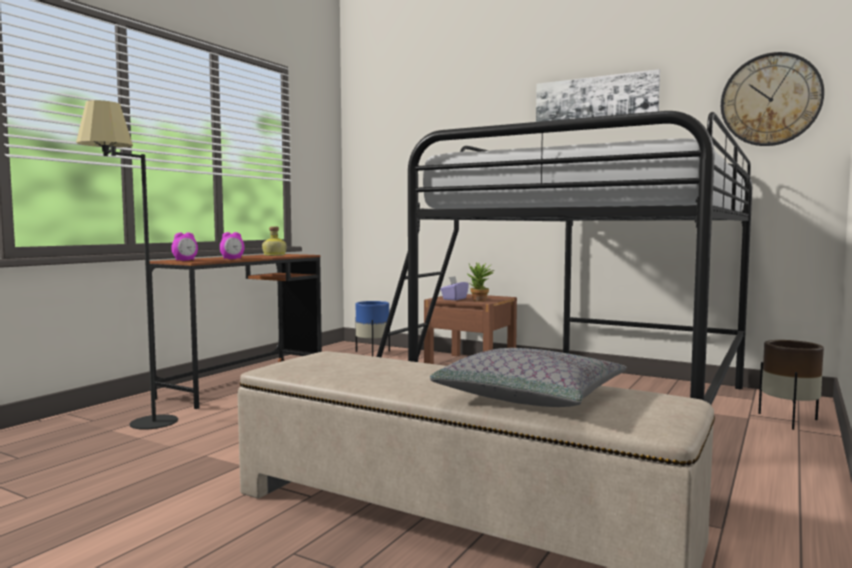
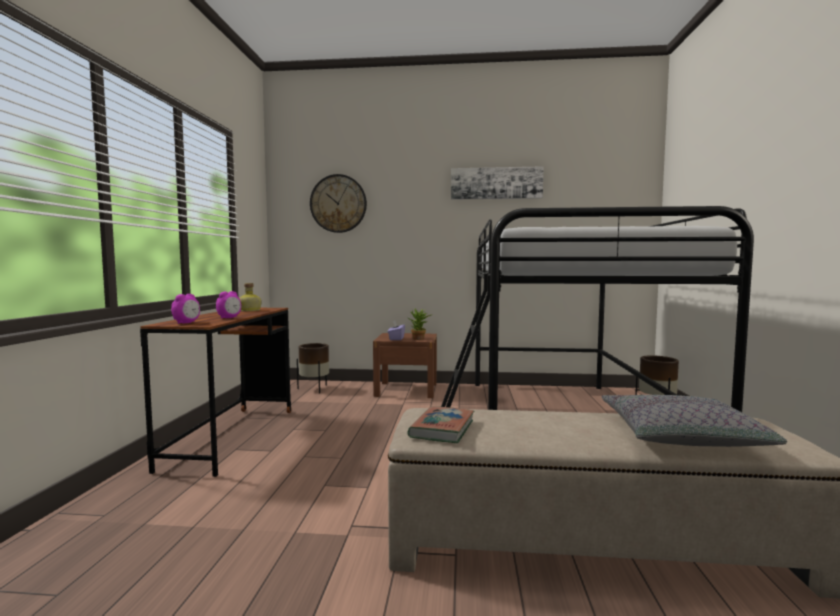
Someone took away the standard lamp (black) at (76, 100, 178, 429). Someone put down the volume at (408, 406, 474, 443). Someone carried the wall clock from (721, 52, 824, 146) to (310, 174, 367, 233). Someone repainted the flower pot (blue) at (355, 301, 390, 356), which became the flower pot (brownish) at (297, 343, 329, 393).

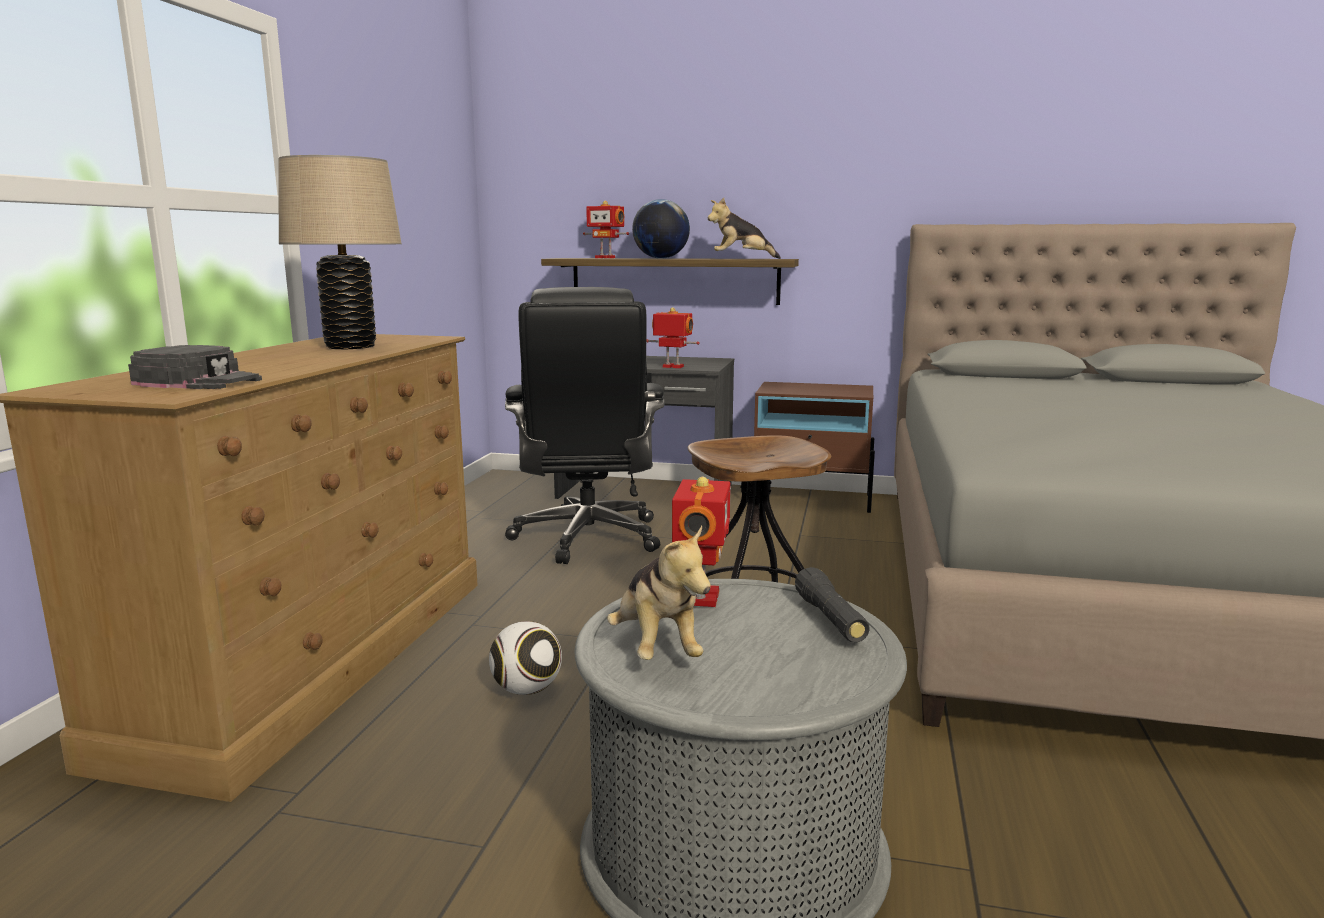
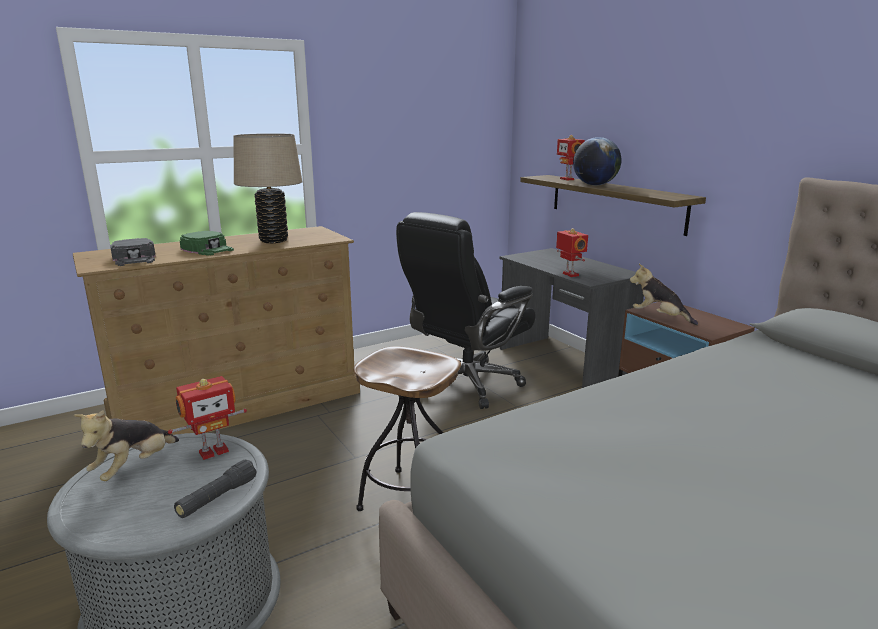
Someone took away the football at (489, 621, 562, 695). Someone put down the peaked cap (green-coloured) at (180, 231, 234, 256). Someone carried the cuddly toy from (708, 198, 781, 259) to (630, 264, 698, 325).

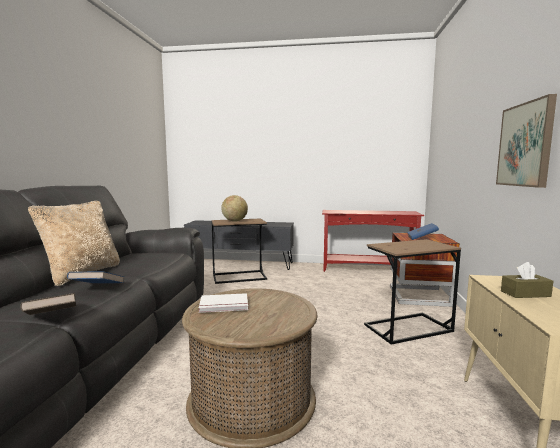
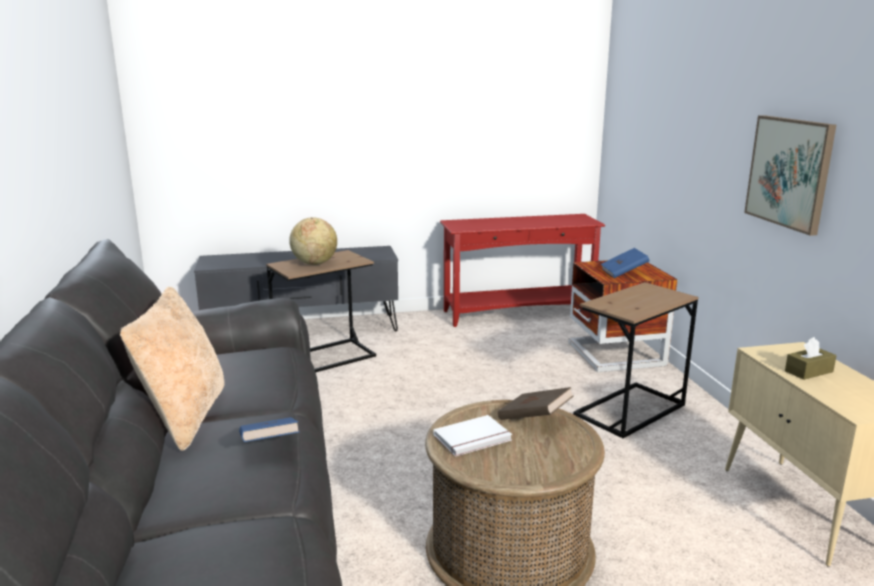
Someone carried the volume (brownish) from (20, 293, 76, 315) to (498, 387, 574, 420).

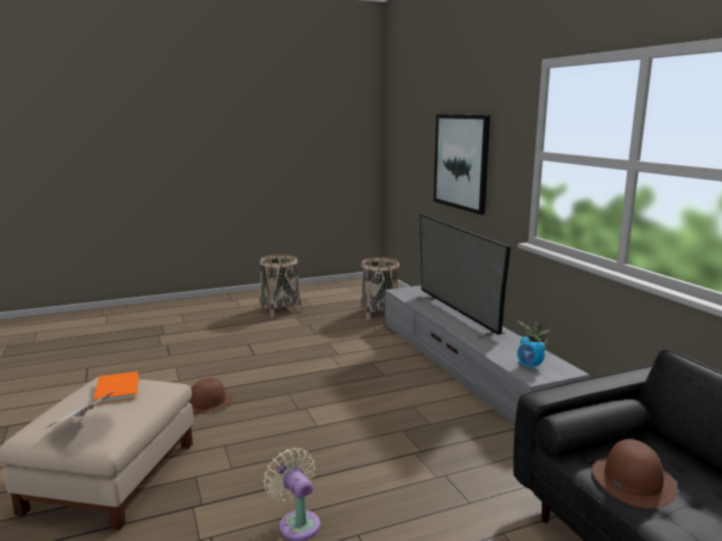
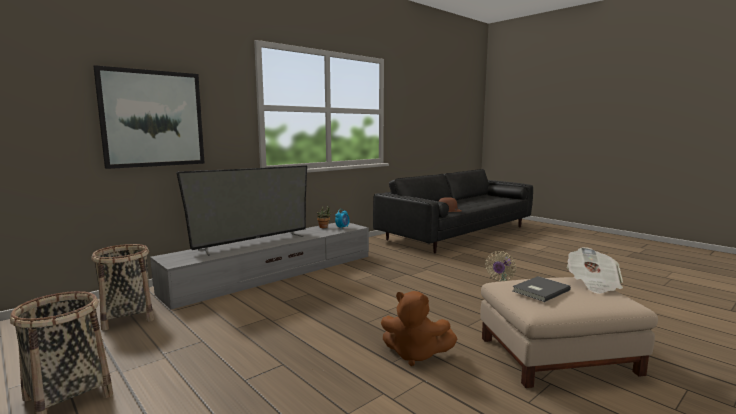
Someone swapped the wearable hat (brownish) at (189, 378, 233, 414) for the cuddly toy (brownish) at (381, 291, 457, 366). Someone repainted the volume (orange-coloured) at (93, 371, 139, 405), which became the volume (gray) at (512, 276, 571, 302).

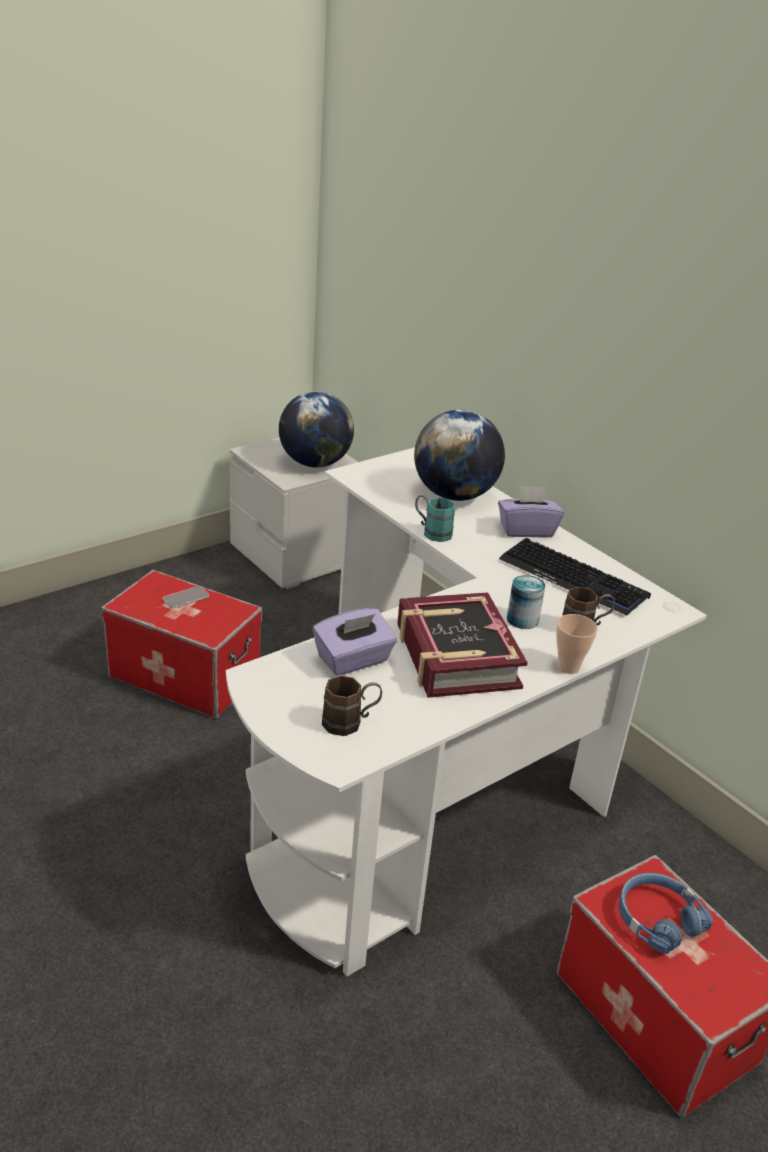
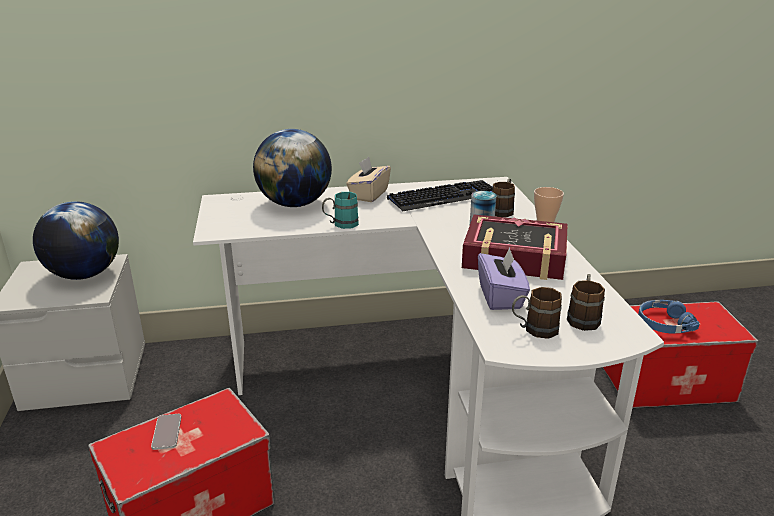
Someone put down the coffee mug (brownish) at (512, 287, 562, 339). Someone repainted the tissue box (purplish) at (498, 486, 564, 538), which became the tissue box (beige) at (346, 157, 391, 202).

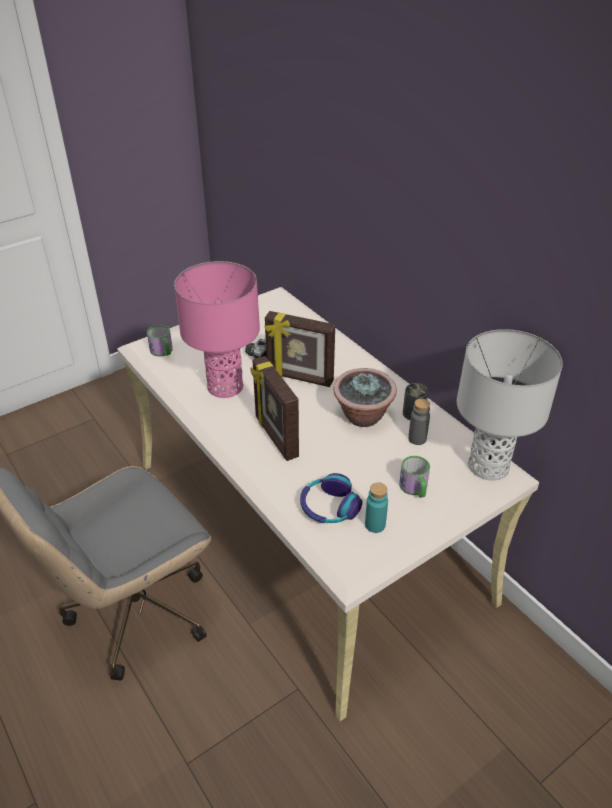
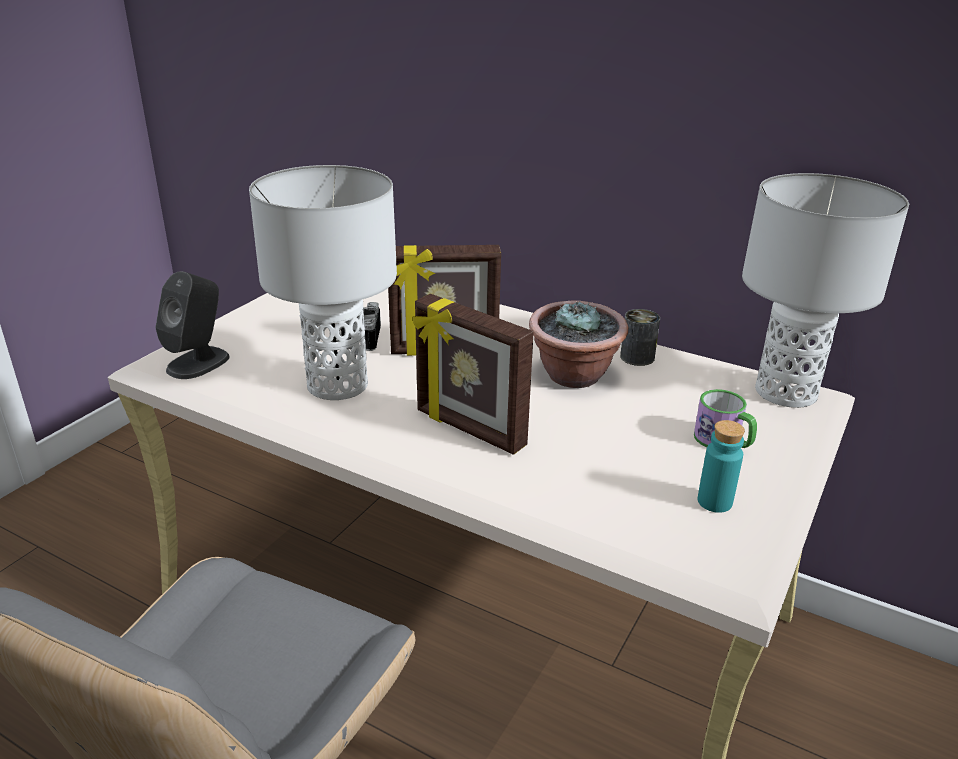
Someone took away the headphones at (300, 473, 363, 523). Someone took away the beverage bottle (gray) at (408, 398, 430, 445). Someone swapped the coffee mug at (147, 325, 173, 356) for the loudspeaker (gray) at (155, 271, 230, 379). Someone repainted the tabletop lamp (pinkish) at (174, 261, 260, 398), which became the tabletop lamp (white-coloured) at (249, 165, 397, 400).

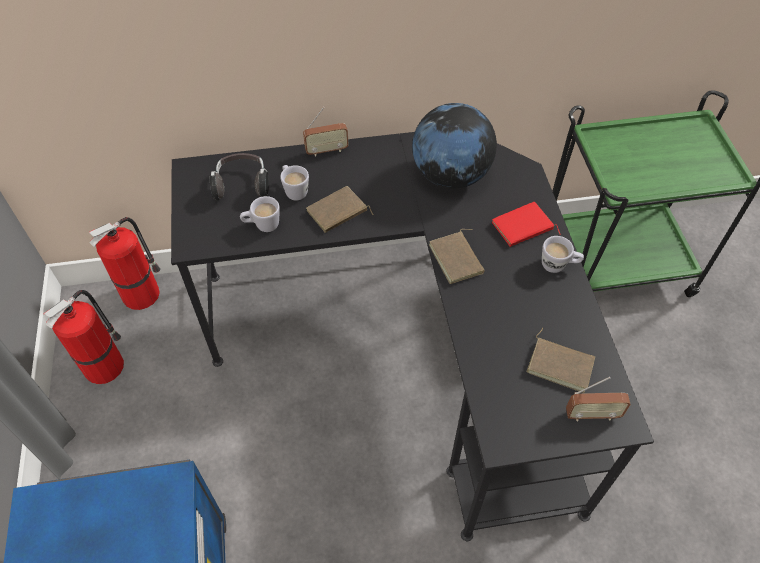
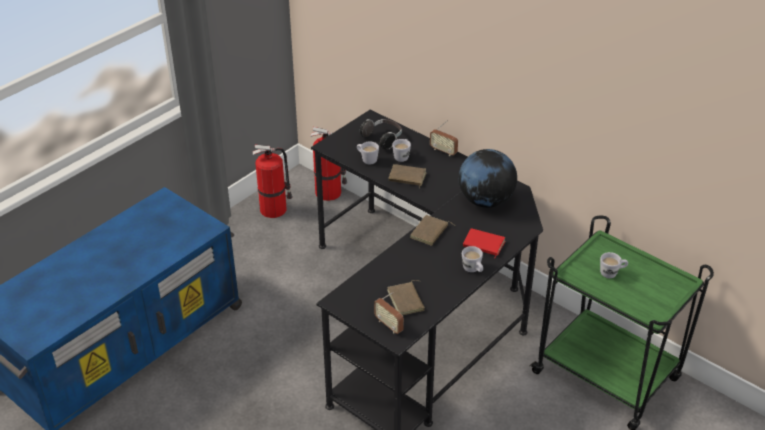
Someone put down the coffee mug (white-coloured) at (600, 252, 628, 278).

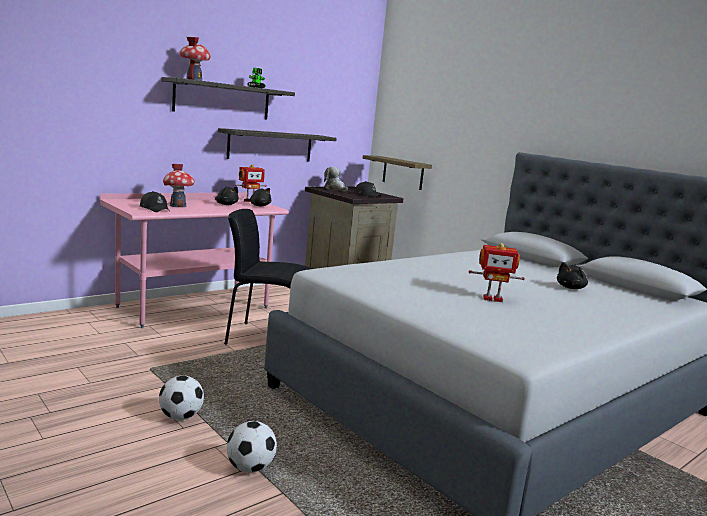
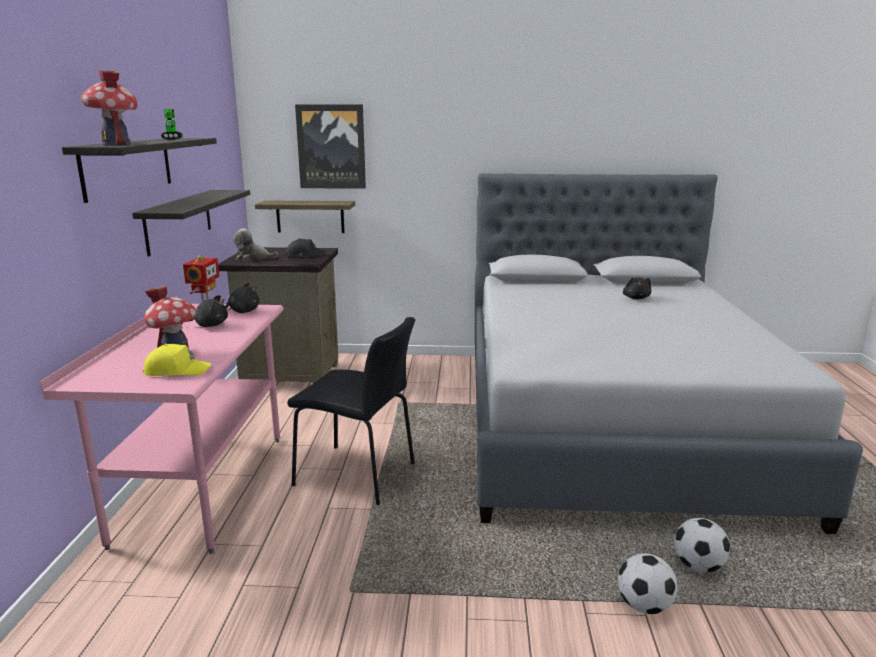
Someone took away the robot figure at (469, 243, 525, 302). Someone put up the wall picture at (295, 104, 366, 189). Someone carried the football from (159, 375, 204, 420) to (674, 518, 730, 572). Someone repainted the peaked cap (black) at (140, 191, 170, 212), which became the peaked cap (yellow) at (143, 344, 212, 376). Someone rotated the plain chair (black) at (224, 209, 314, 345) by 120 degrees counterclockwise.

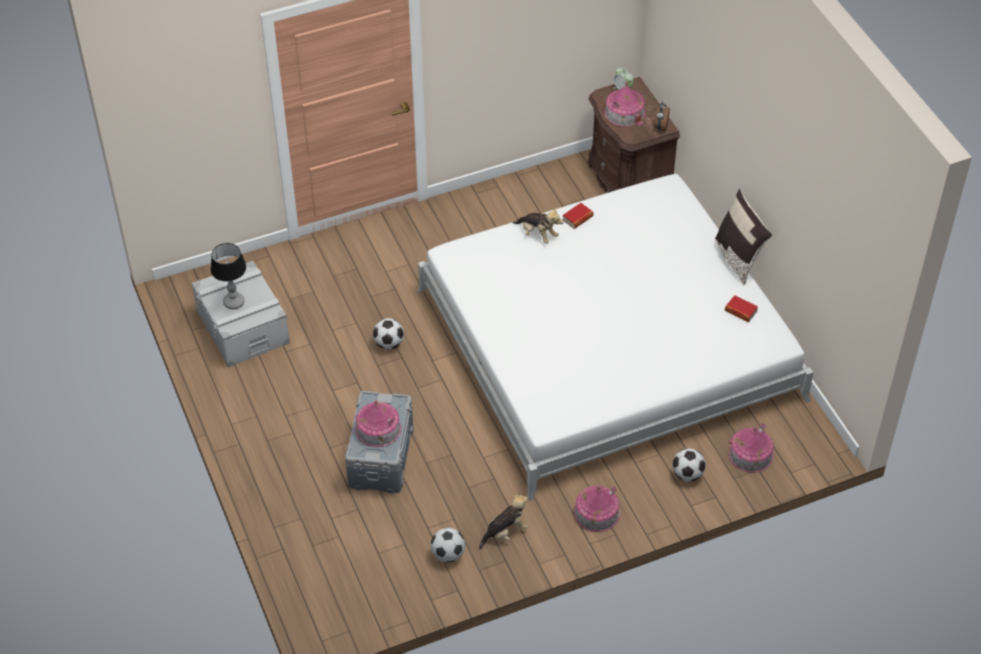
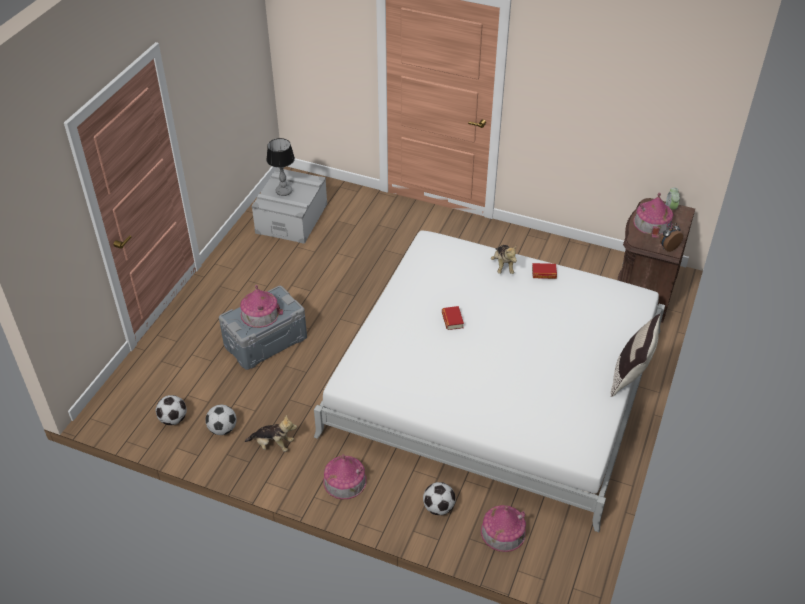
Someone carried the football from (373, 318, 404, 350) to (156, 395, 187, 425). Someone carried the volume from (725, 295, 758, 322) to (442, 306, 464, 330).

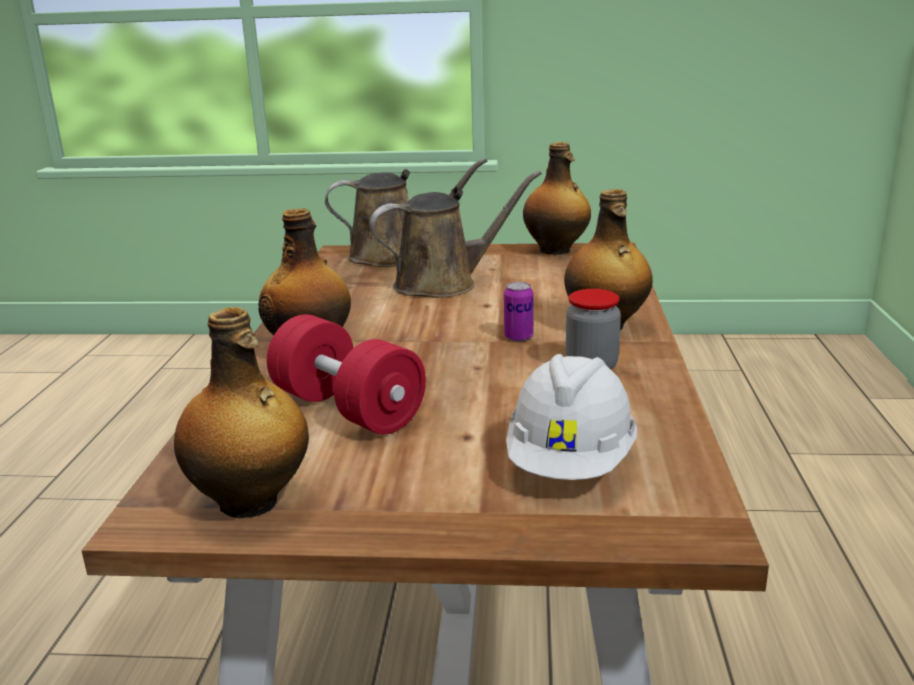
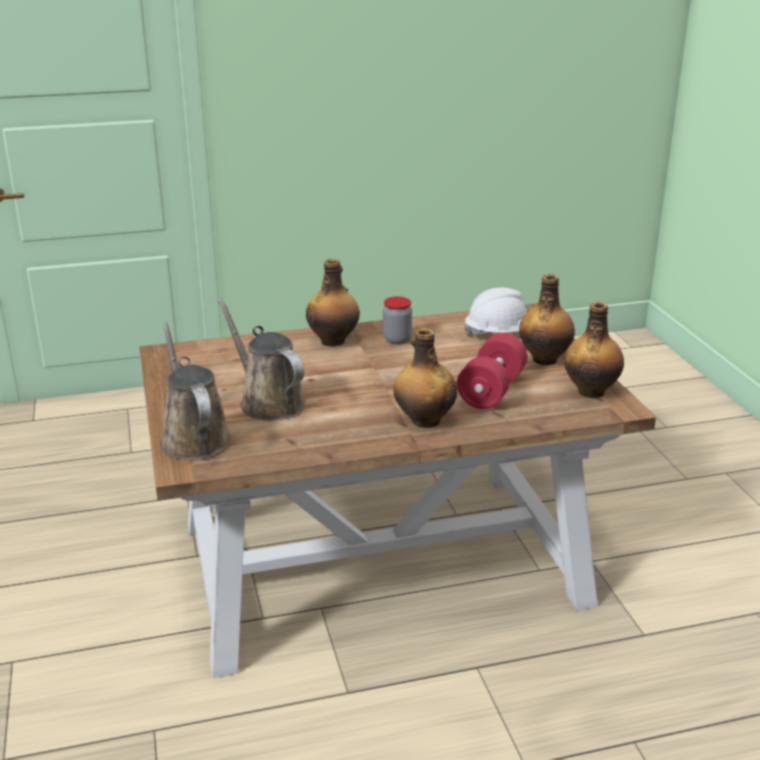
Someone took away the sealed can at (504, 282, 533, 342). Someone carried the beverage bottle from (523, 142, 591, 255) to (519, 274, 575, 365).

